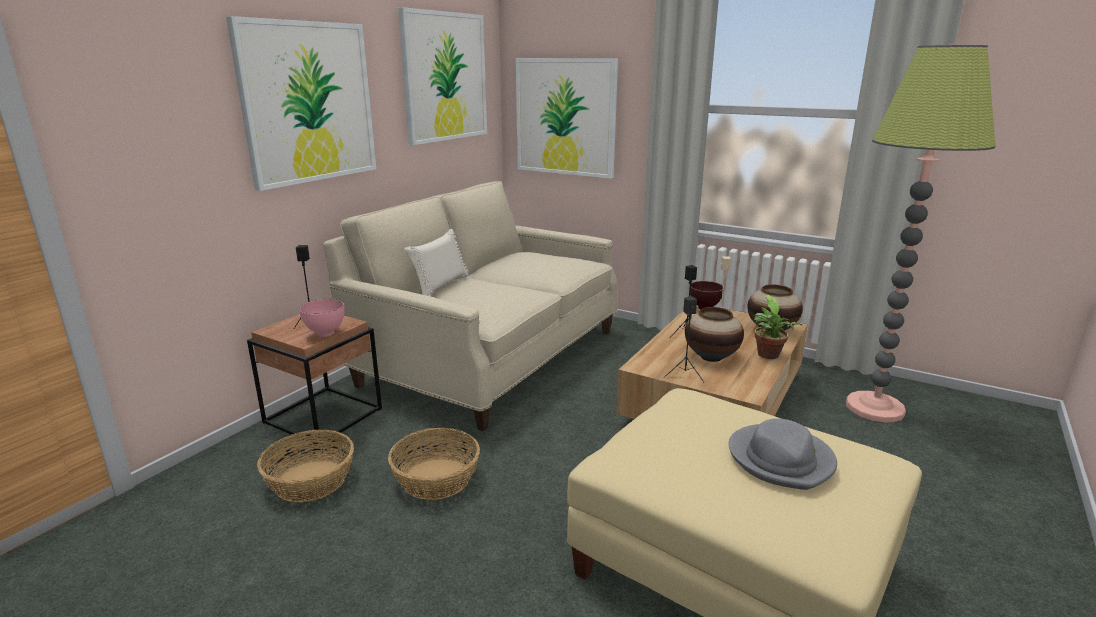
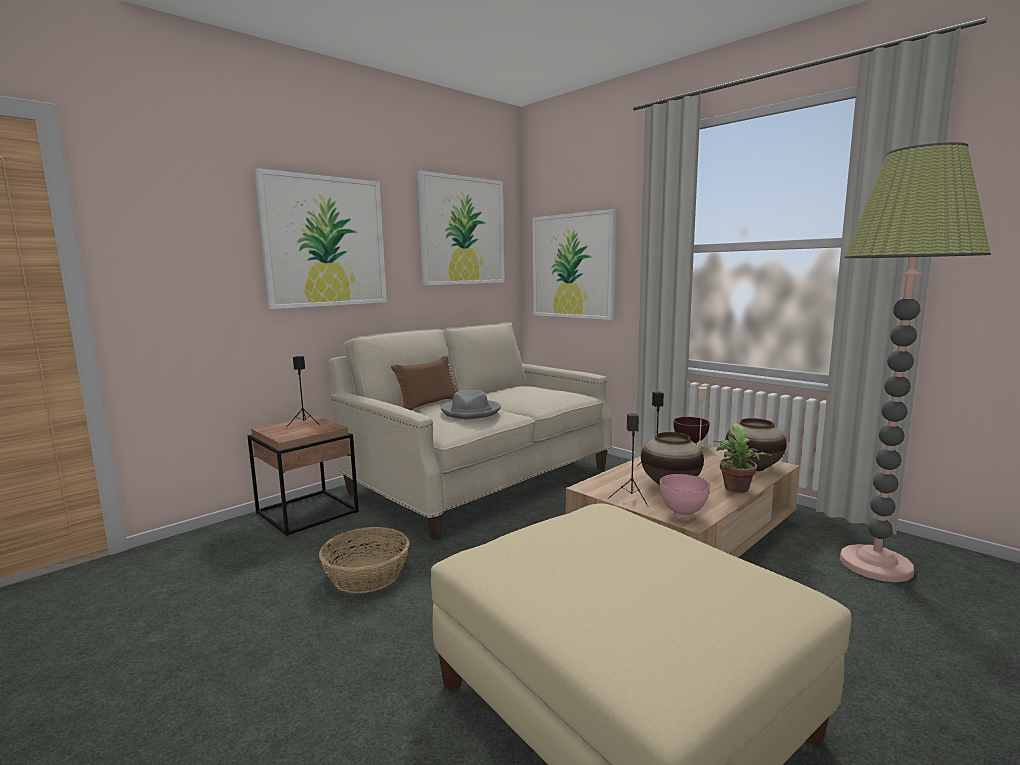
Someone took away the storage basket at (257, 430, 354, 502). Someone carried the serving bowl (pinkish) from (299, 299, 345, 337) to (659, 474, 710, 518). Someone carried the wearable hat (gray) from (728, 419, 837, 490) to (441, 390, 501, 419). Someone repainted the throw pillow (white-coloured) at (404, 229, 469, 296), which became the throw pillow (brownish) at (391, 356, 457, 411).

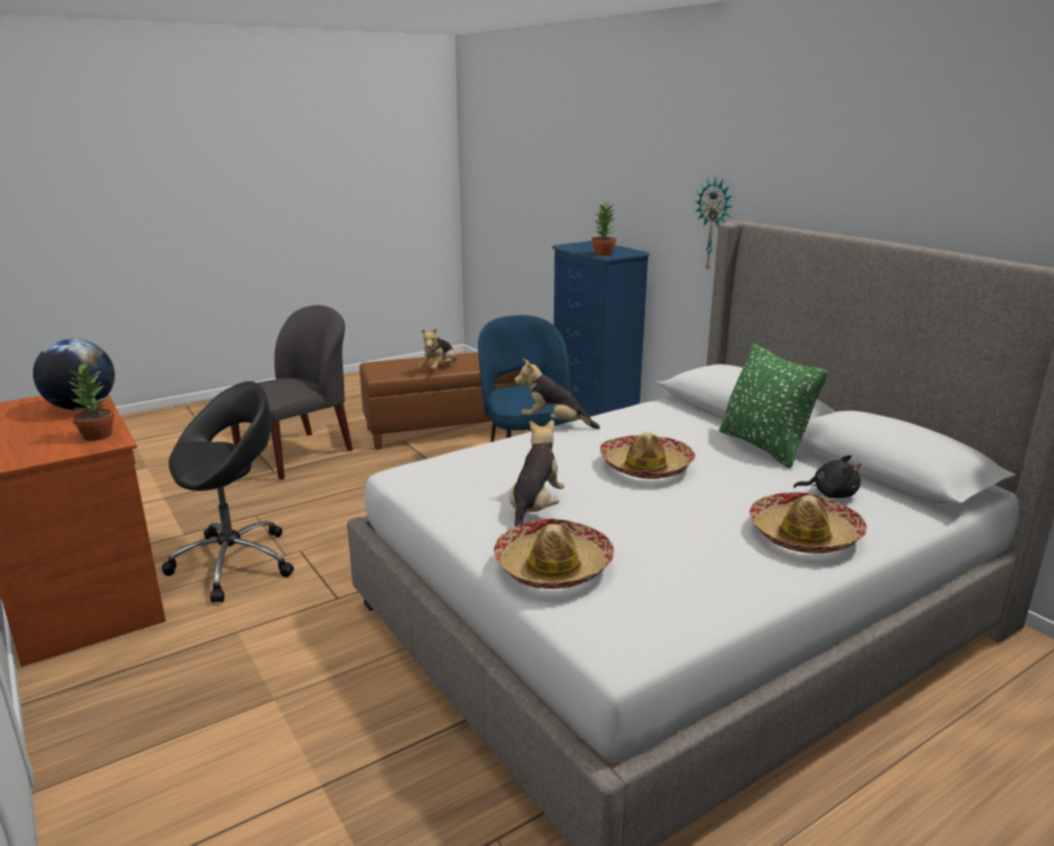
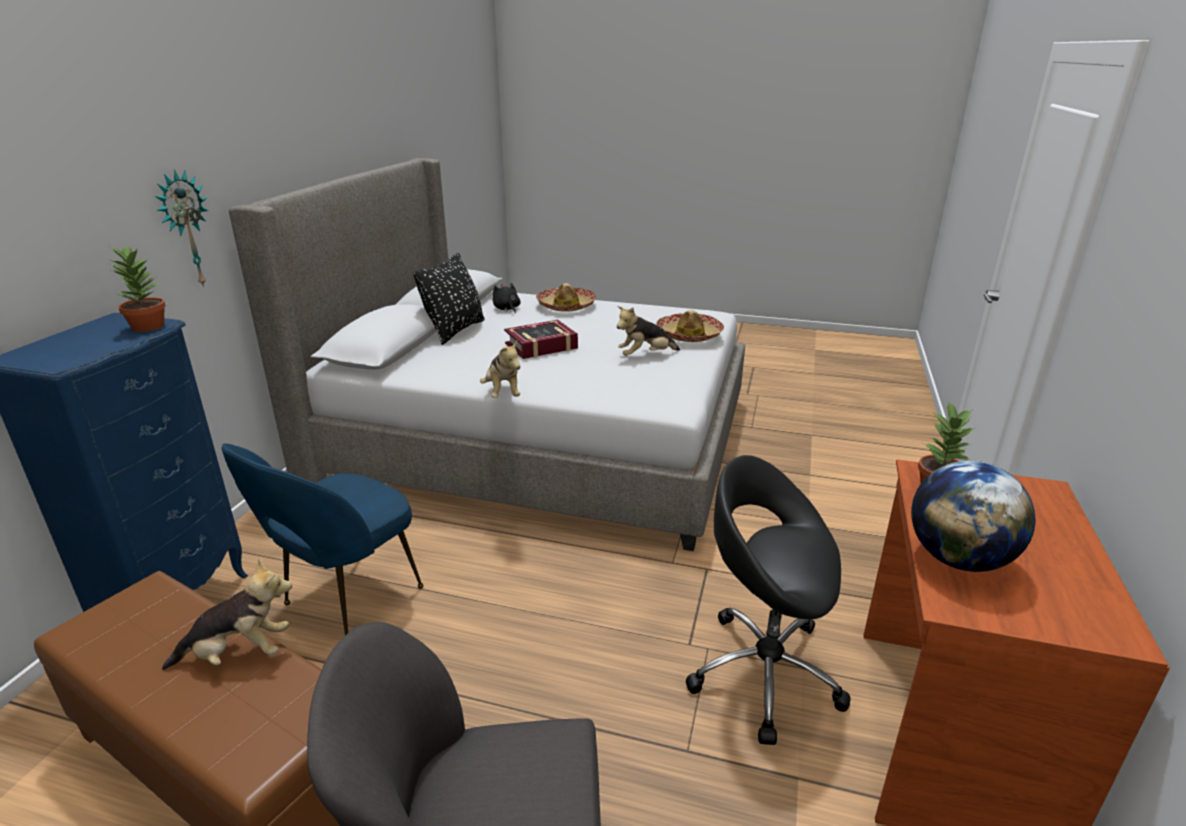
Someone swapped the wearable hat at (600, 432, 696, 479) for the volume at (504, 320, 578, 359). Someone repainted the throw pillow (green-coloured) at (719, 343, 828, 468), which became the throw pillow (black) at (413, 253, 485, 345).

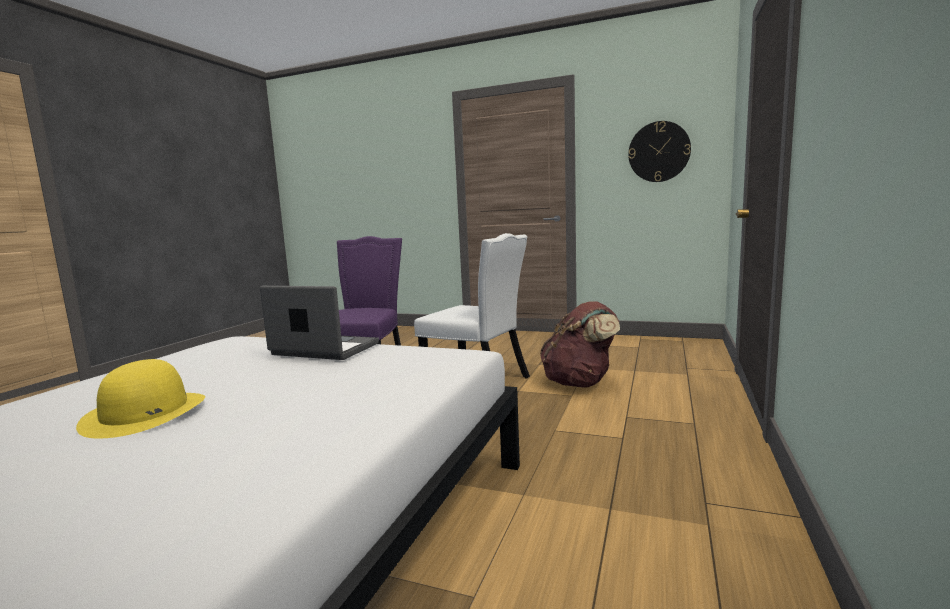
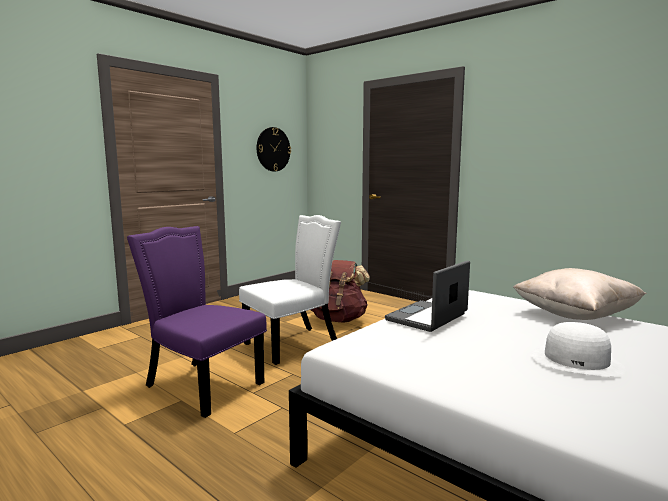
Someone put down the throw pillow (beige) at (513, 268, 647, 320). Someone repainted the wearable hat (yellow) at (76, 359, 205, 438), which became the wearable hat (white-coloured) at (531, 322, 626, 376).

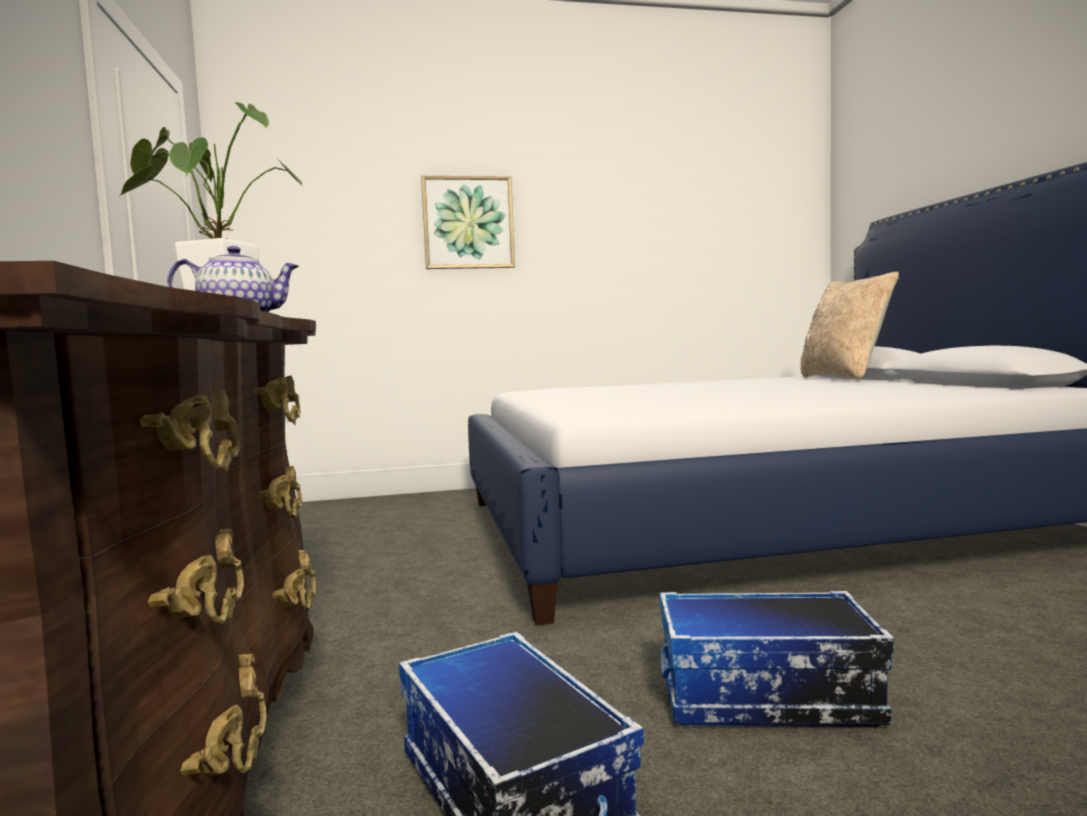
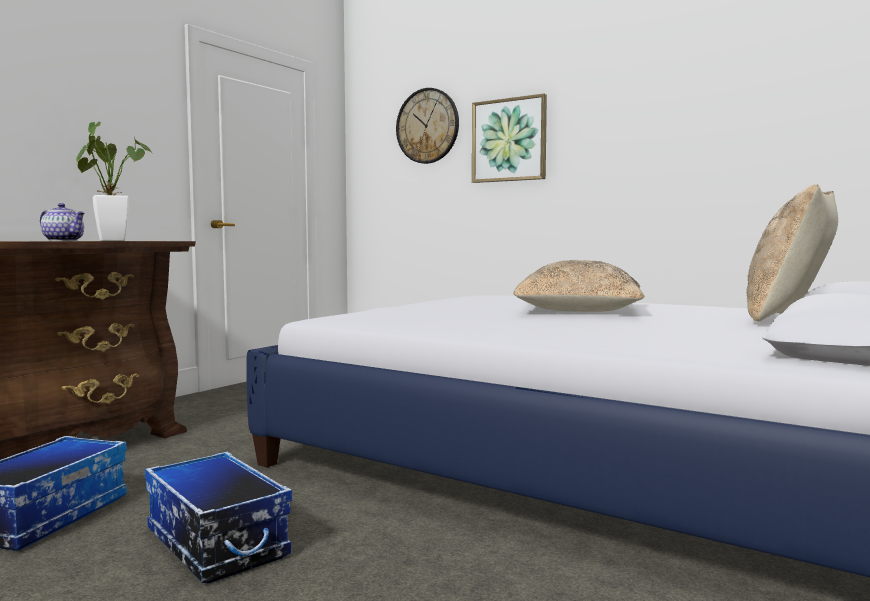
Someone put up the wall clock at (396, 88, 459, 164). Someone put down the throw pillow (beige) at (513, 260, 644, 312).

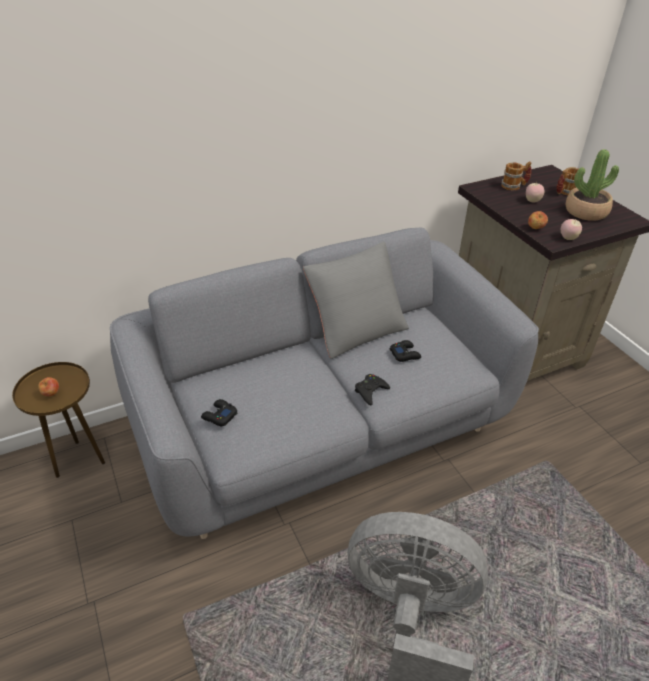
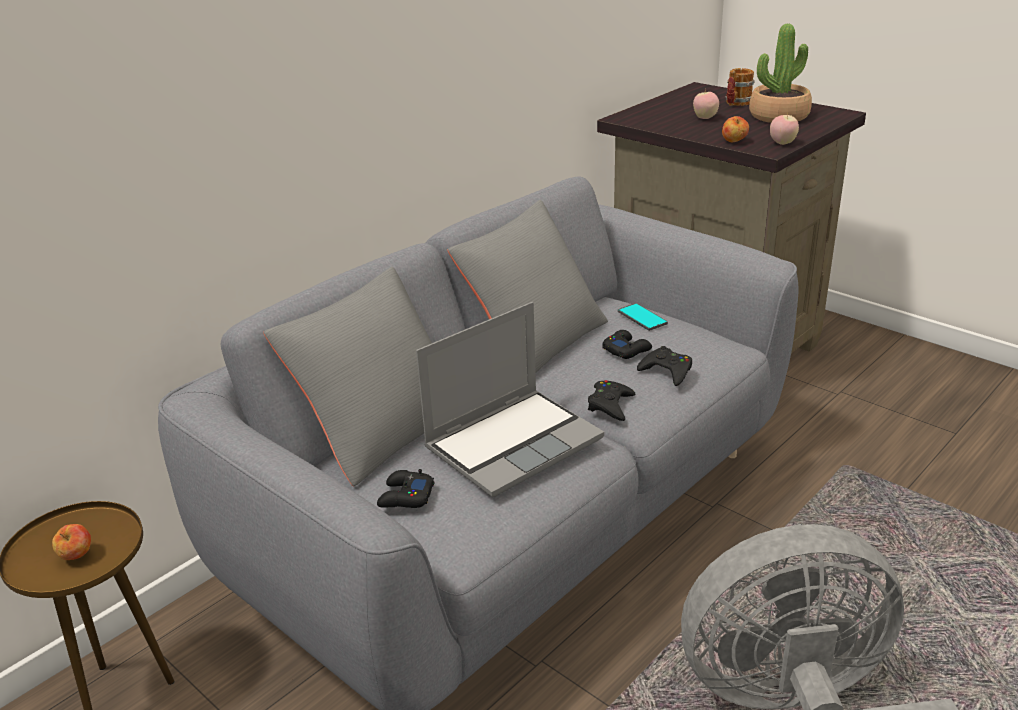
Someone took away the coffee mug at (502, 161, 531, 191). Someone put down the throw pillow (gray) at (263, 267, 432, 486). Someone put down the notebook computer at (416, 302, 604, 498). Someone put down the telephone at (618, 303, 668, 331). Someone put down the gamepad (black) at (637, 346, 692, 386).

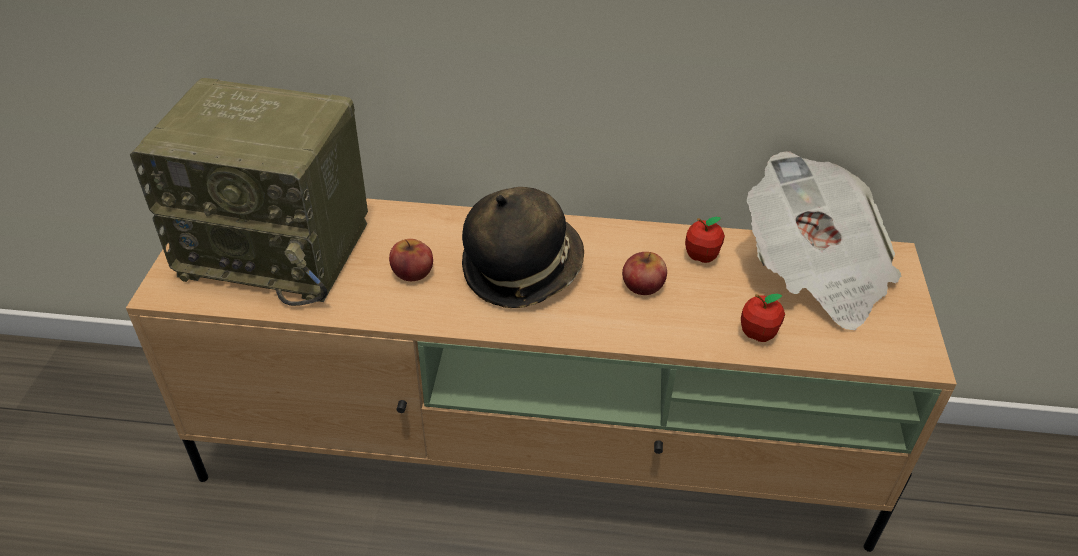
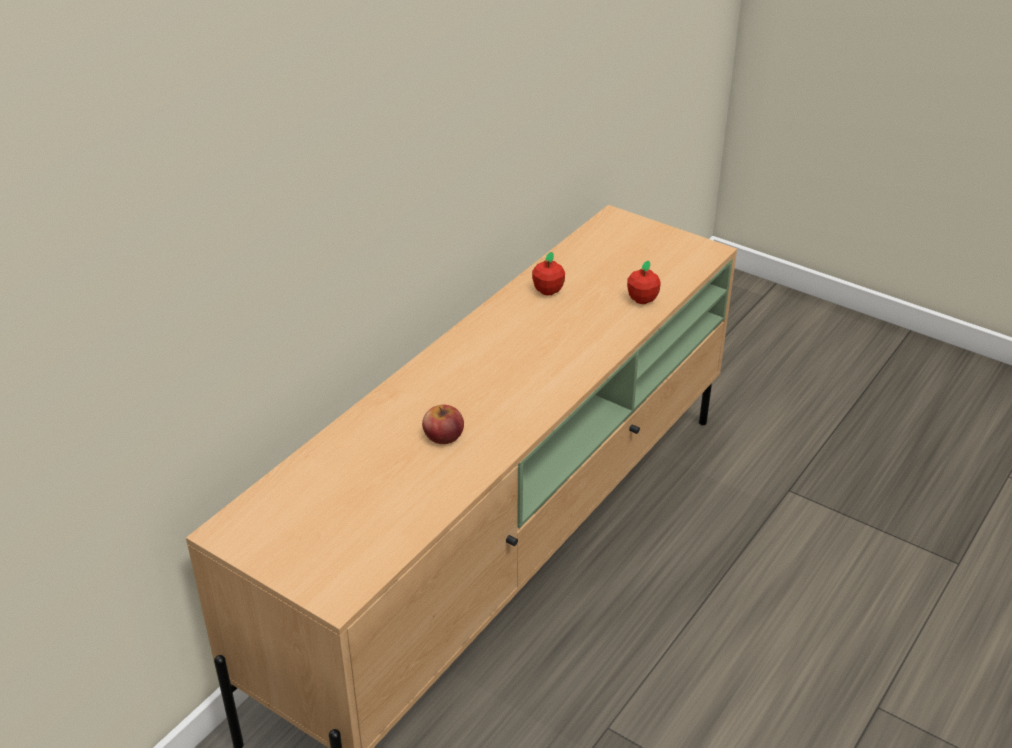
Someone took away the radio receiver at (130, 78, 368, 306). Someone took away the wearable hat at (462, 187, 584, 308). Someone took away the apple at (622, 252, 667, 295). Someone took away the daily paper at (747, 151, 901, 330).

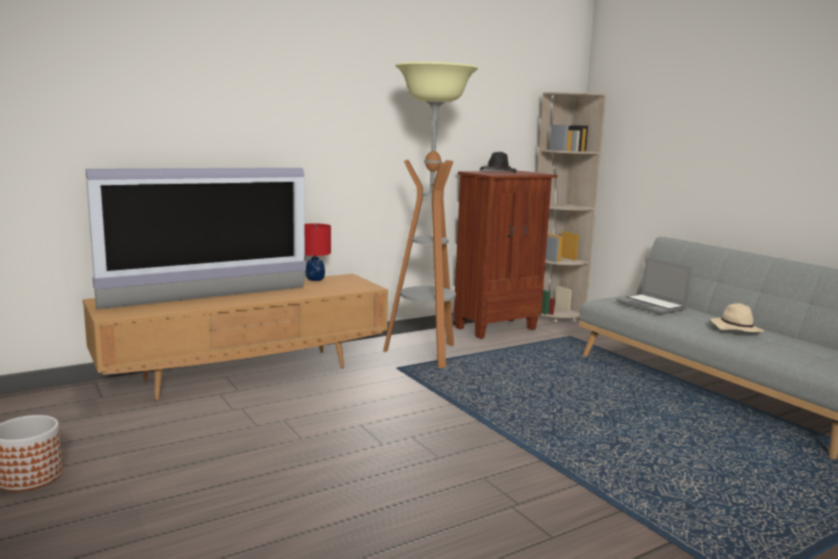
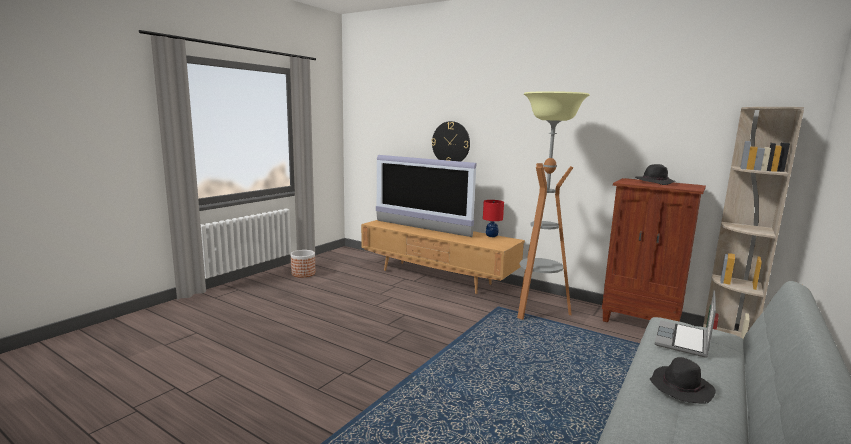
Someone put up the wall clock at (432, 121, 470, 162). Someone repainted the wearable hat (beige) at (710, 303, 764, 332), which became the wearable hat (black) at (650, 357, 715, 403).

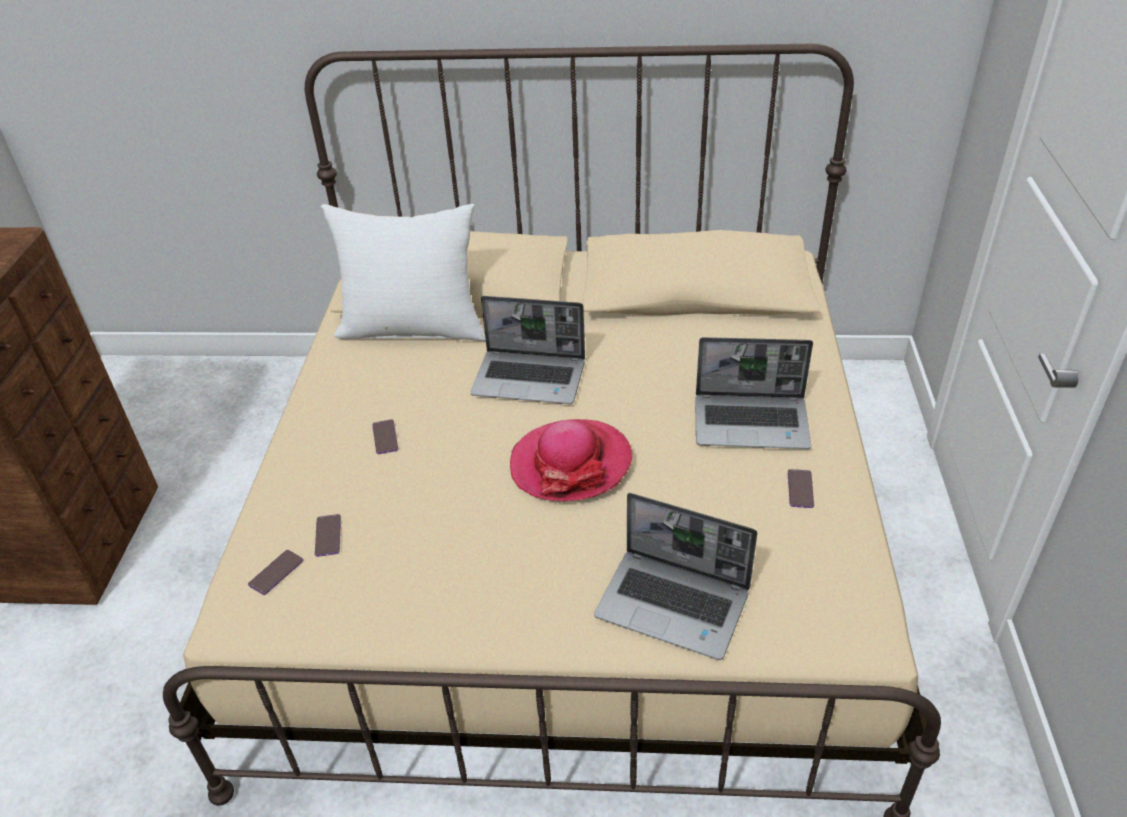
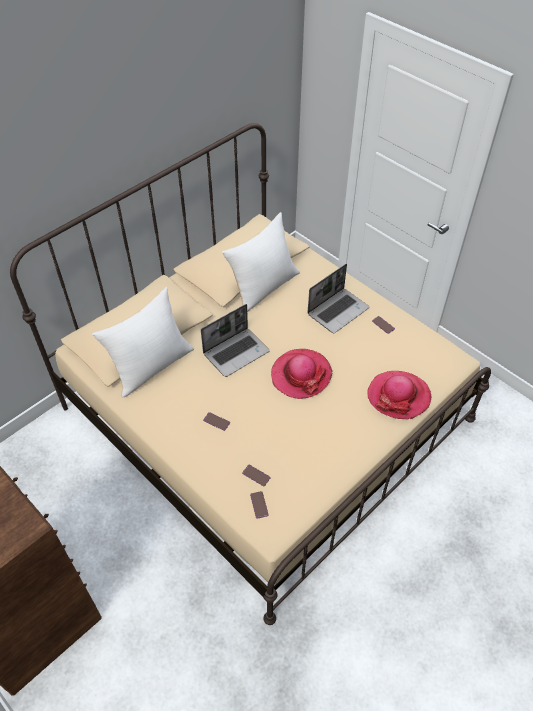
Someone put down the throw pillow (white-coloured) at (222, 212, 300, 312). Someone swapped the notebook computer at (594, 493, 757, 660) for the wearable hat at (367, 371, 431, 420).

